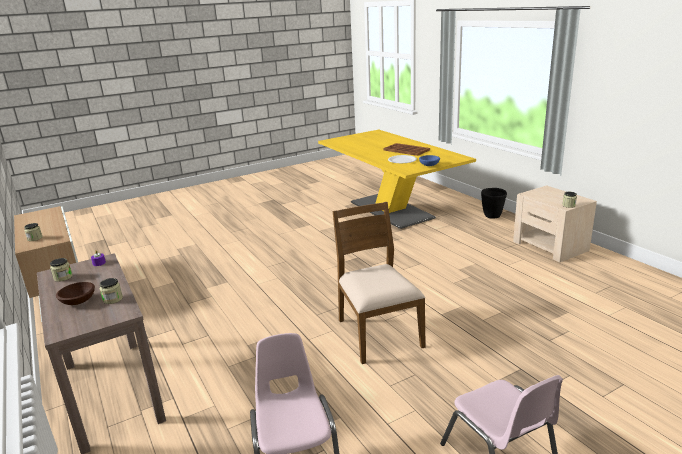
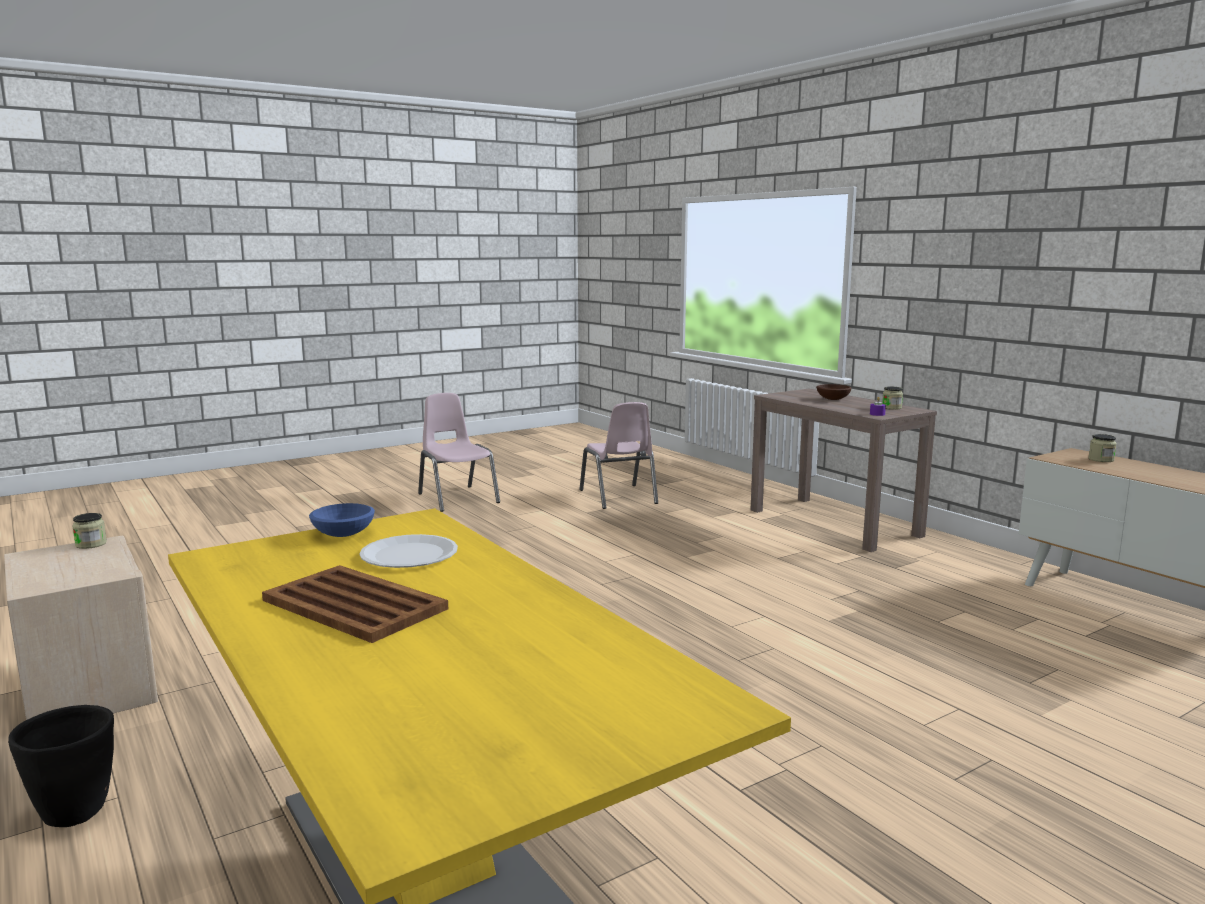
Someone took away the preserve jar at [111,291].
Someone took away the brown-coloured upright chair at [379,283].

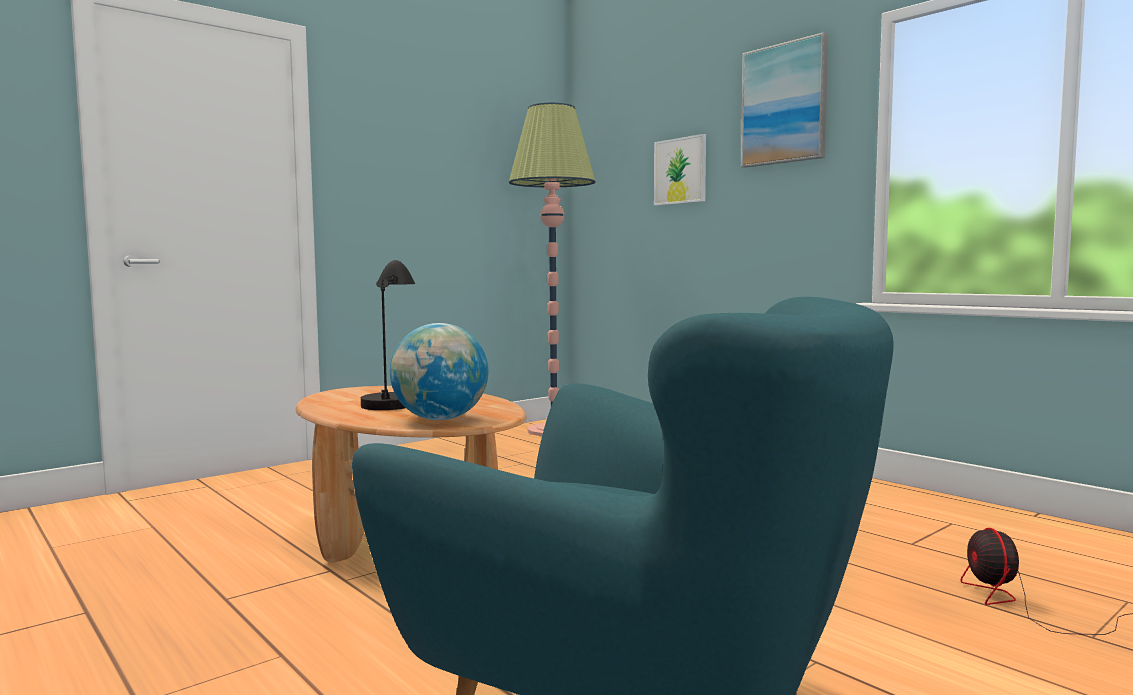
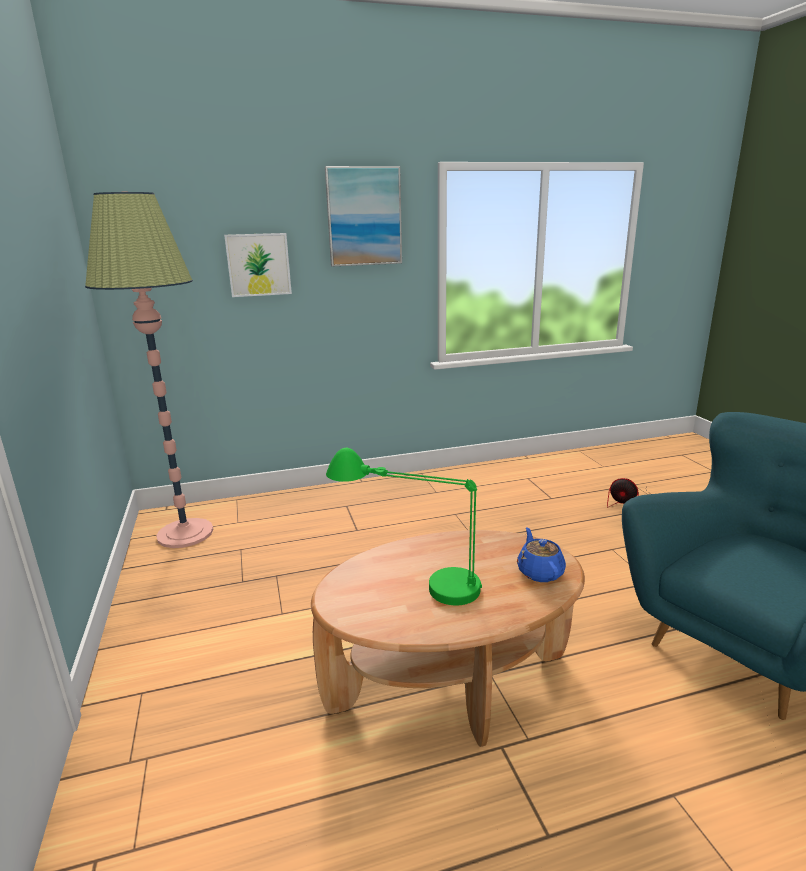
Someone swapped the globe at [439,371] for the blue-coloured tea pot at [541,555].
Someone repainted the black lamp for a table at [388,335], which became the green-coloured lamp for a table at [404,526].

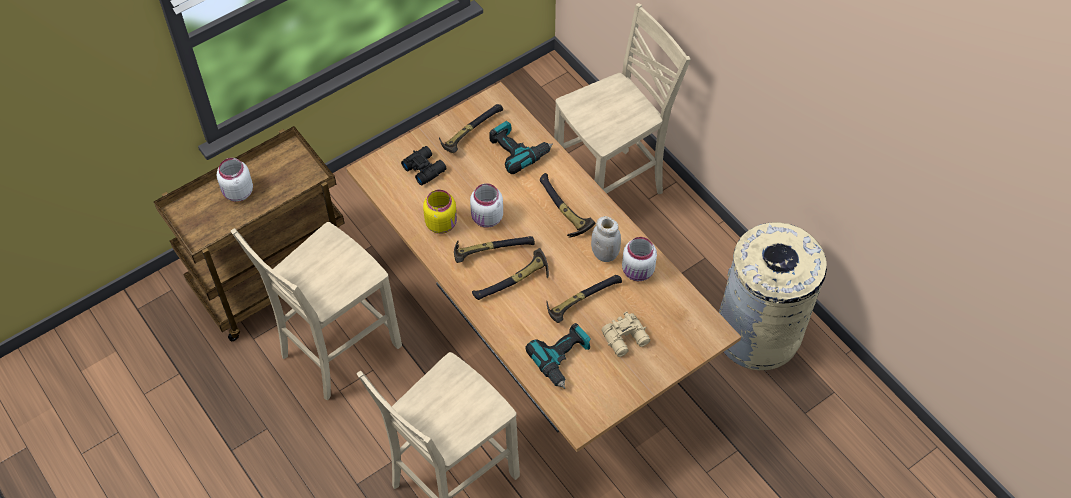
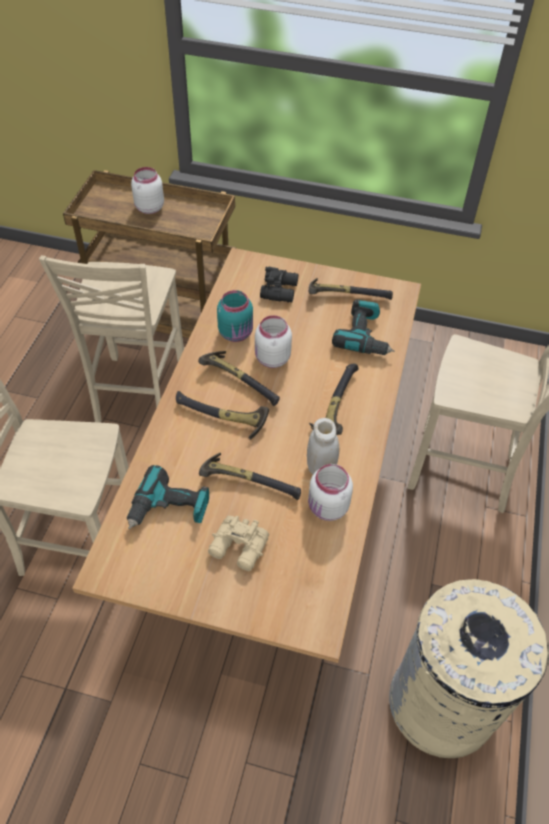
Someone repainted the yellowish preserve jar at [440,212], which became the blue-green preserve jar at [235,316].
Someone rotated the beige-coloured upright chair at [316,311] by 90 degrees counterclockwise.

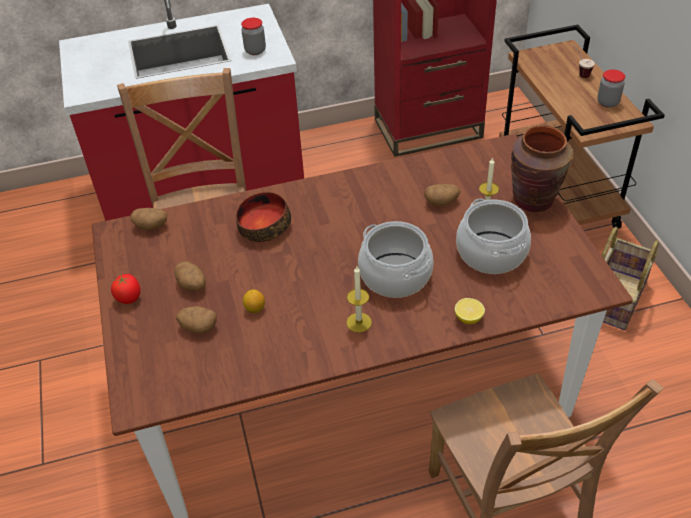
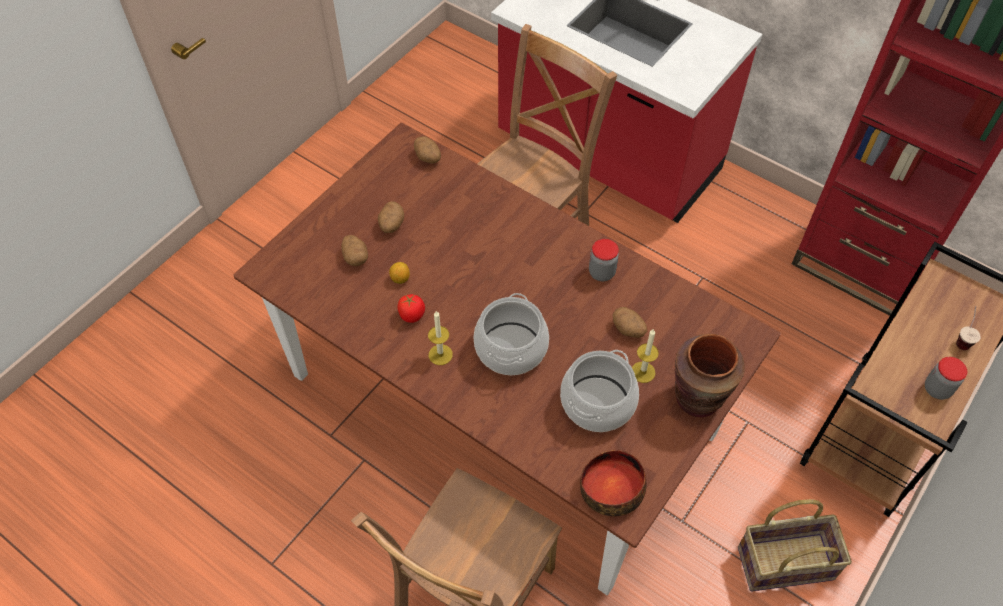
Someone took away the citrus fruit at [470,311].
Someone carried the fresh tomato from [125,289] to [411,308].
Someone carried the bowl from [263,217] to [613,483].
Someone carried the preserve jar from [253,36] to [604,260].

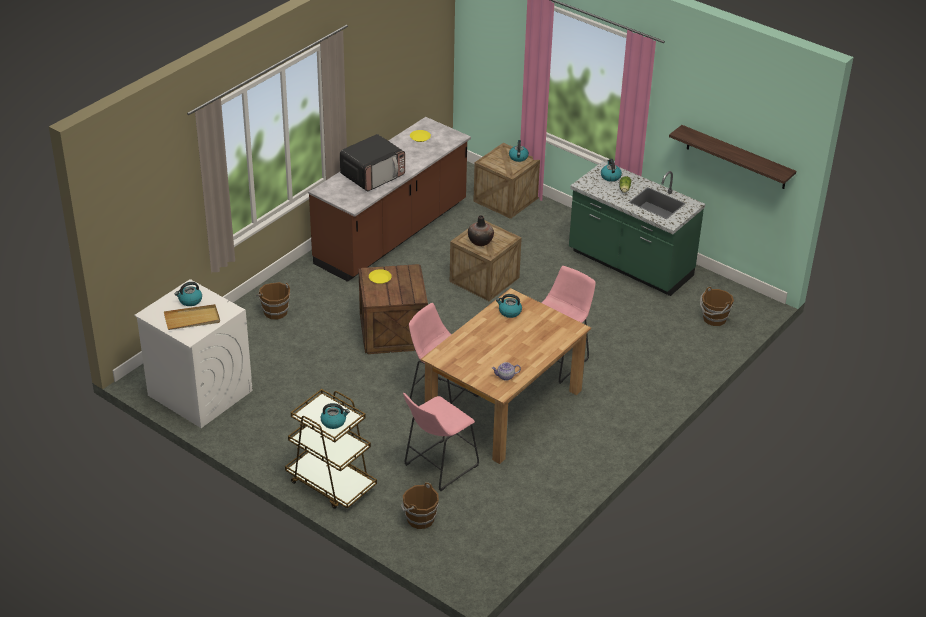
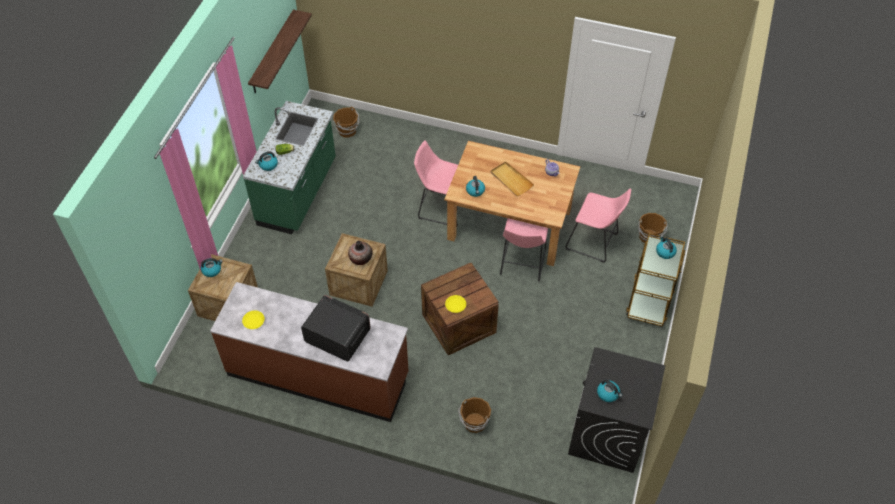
Someone carried the beige-coloured tray from [192,317] to [512,178].
Someone repainted the white laundry appliance at [193,353], which became the black laundry appliance at [616,410].

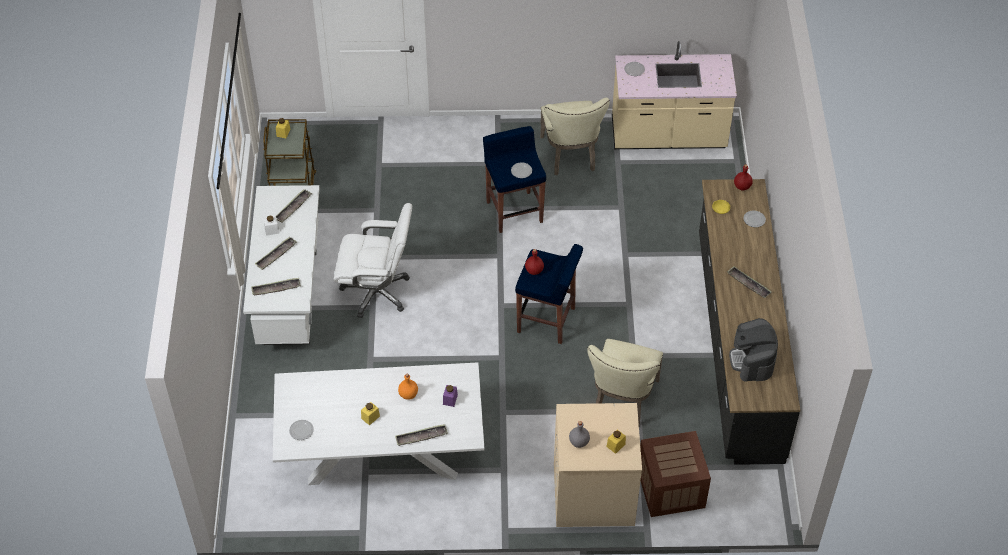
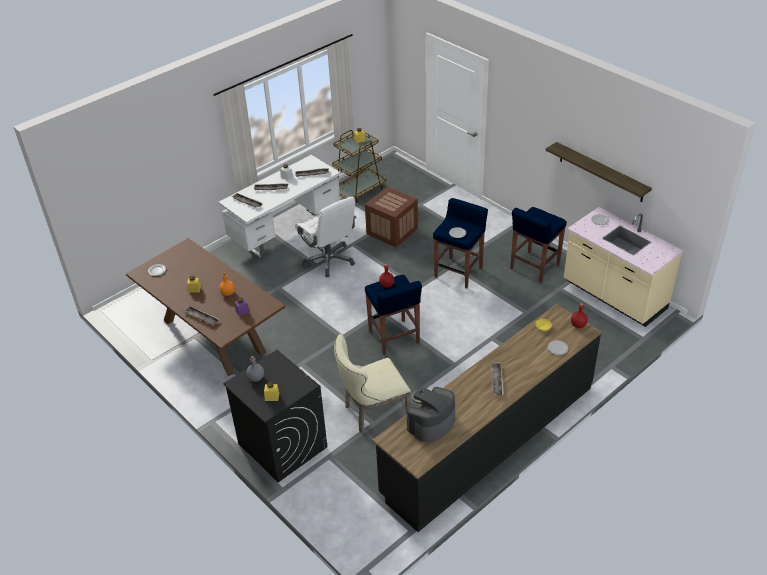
Someone put up the bracket shelf at [599,172].
Someone carried the packing crate from [675,474] to [391,217].
Someone swapped the beige-coloured upright chair at [575,136] for the blue-coloured stool seat at [538,245].
Someone repainted the white dining table at [379,423], which became the brown-coloured dining table at [205,307].
Someone repainted the beige-coloured laundry appliance at [598,465], which became the black laundry appliance at [275,416].

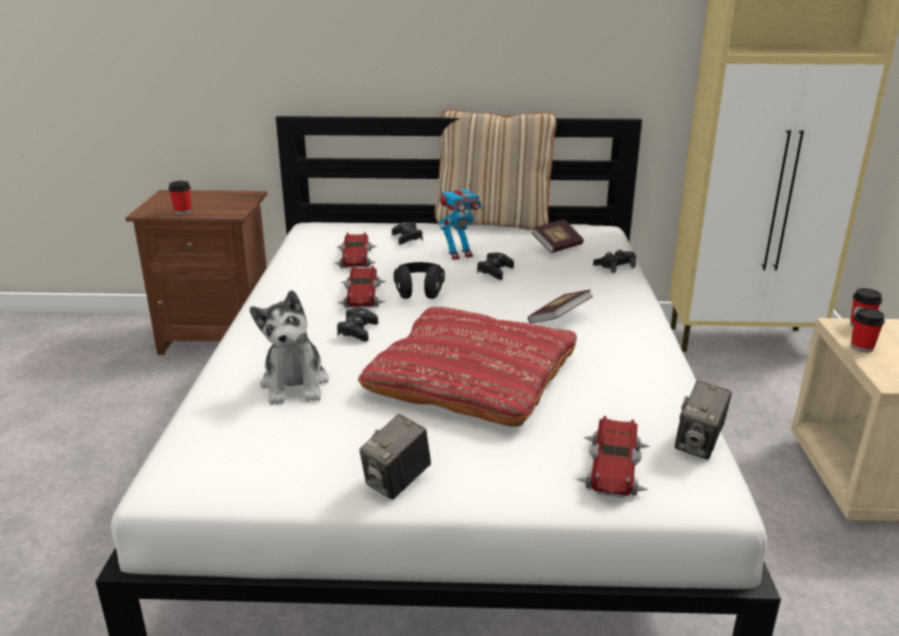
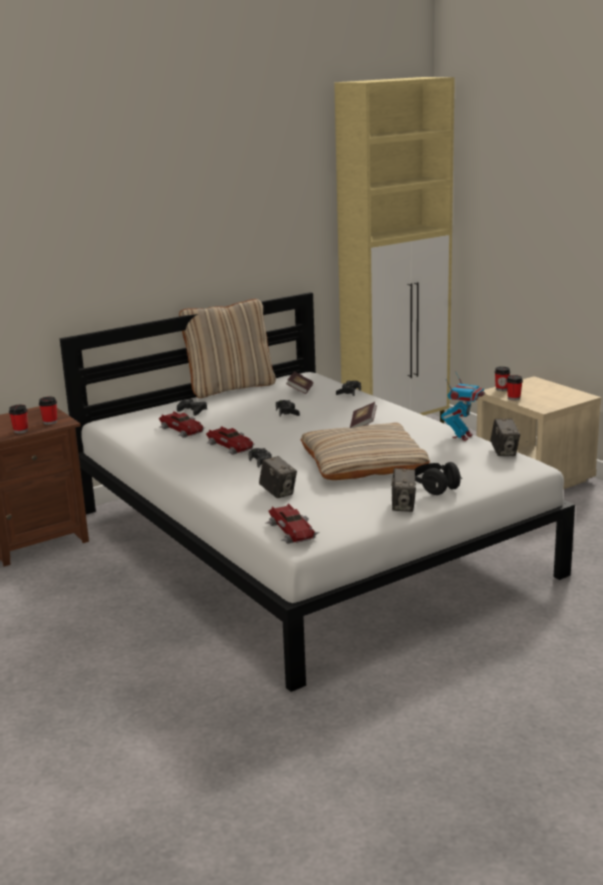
Someone put down the drinking cup at [48,411].
Someone carried the black pair of headphones from [419,280] to [438,478].
Someone carried the robot figure from [460,217] to [463,406].
Someone carried the toy car from [613,457] to [293,524].
Someone swapped the plush toy at [289,347] for the photo camera at [278,477].
Someone repainted the red pillow at [467,367], which became the beige-coloured pillow at [365,451].

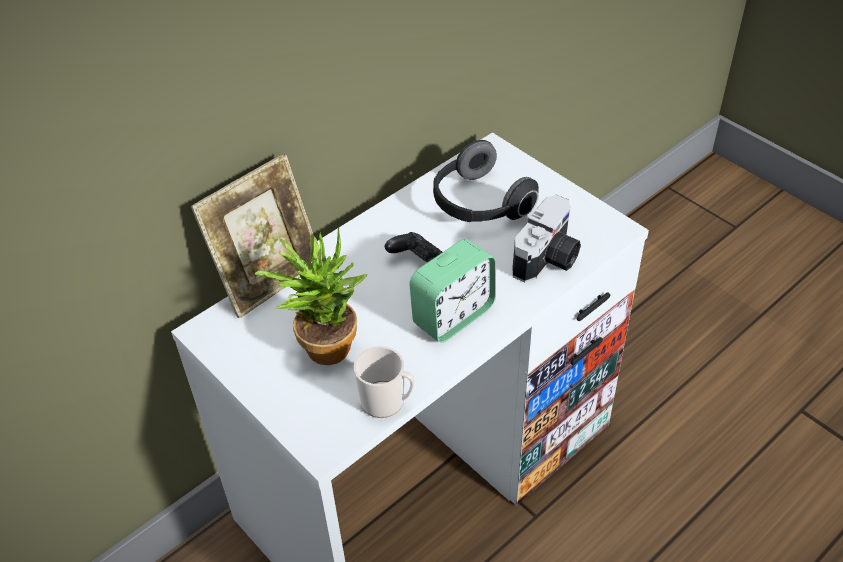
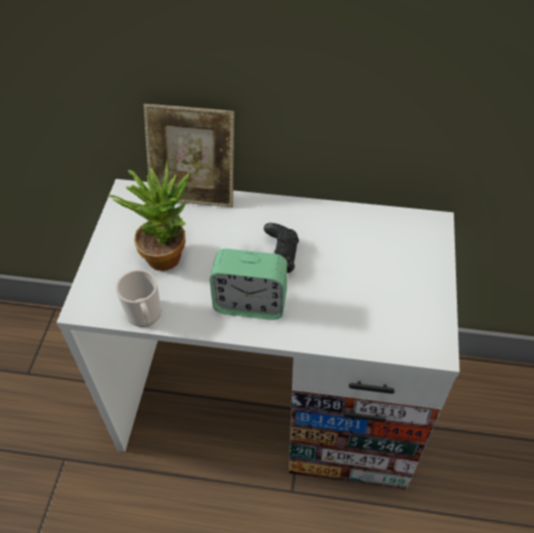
Someone took away the pair of headphones at [486,181].
Someone took away the photo camera at [546,238].

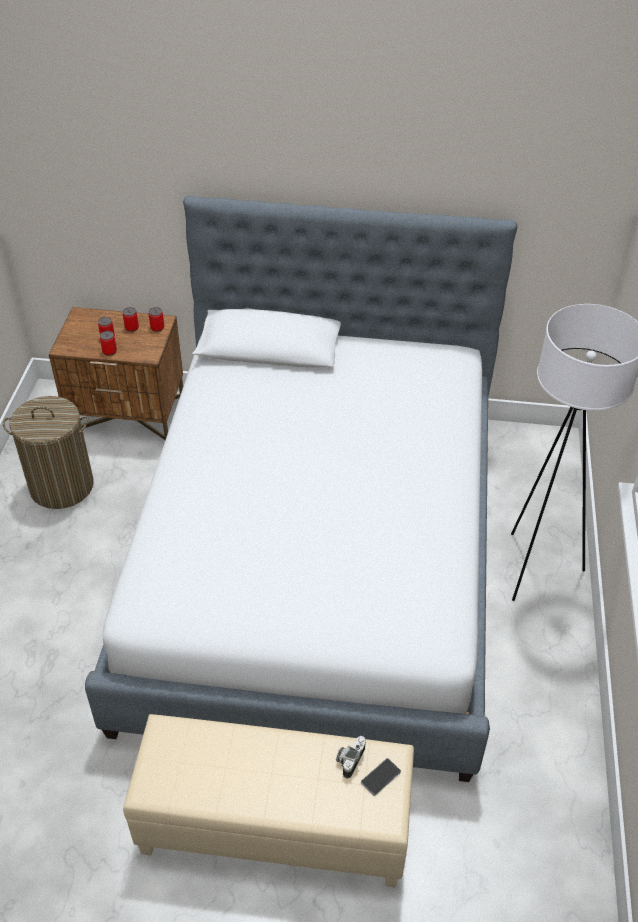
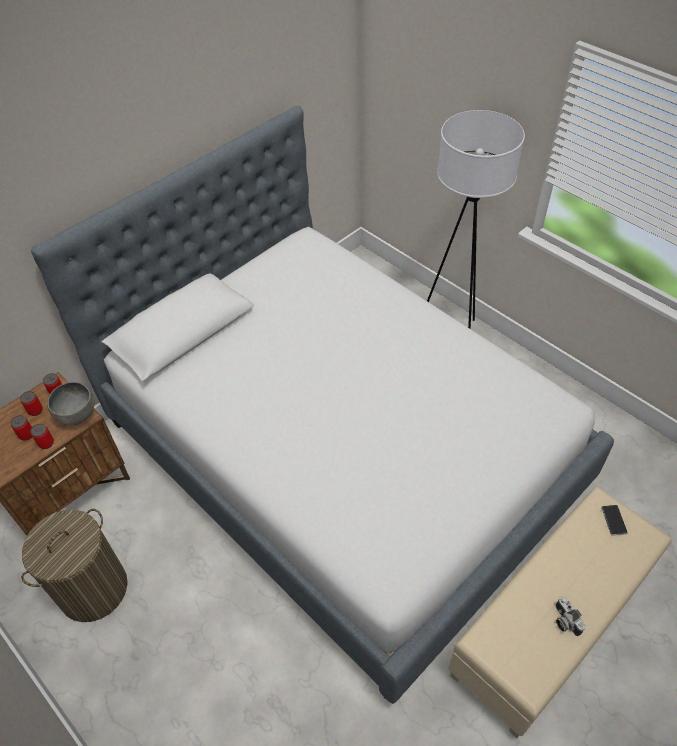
Someone put down the greyish bowl at [71,403].
Someone carried the photo camera from [351,757] to [571,616].

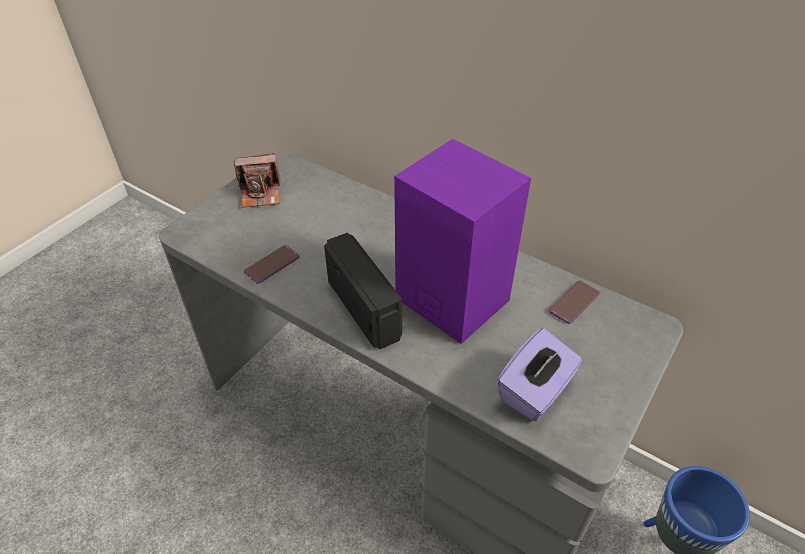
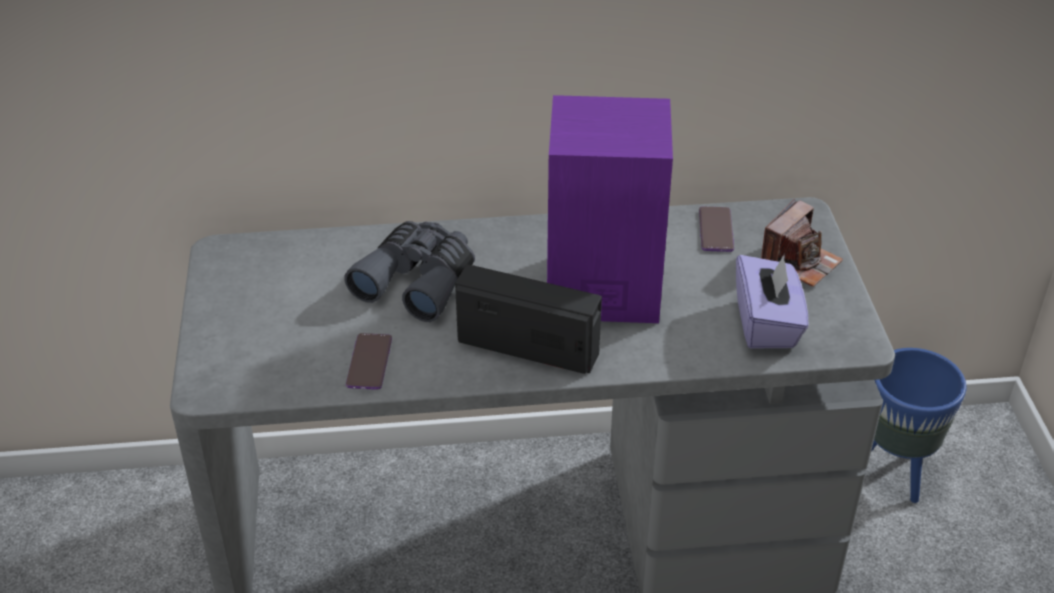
Someone put down the greyish field glasses at [409,271].
Someone carried the photo camera from [257,180] to [802,243].

